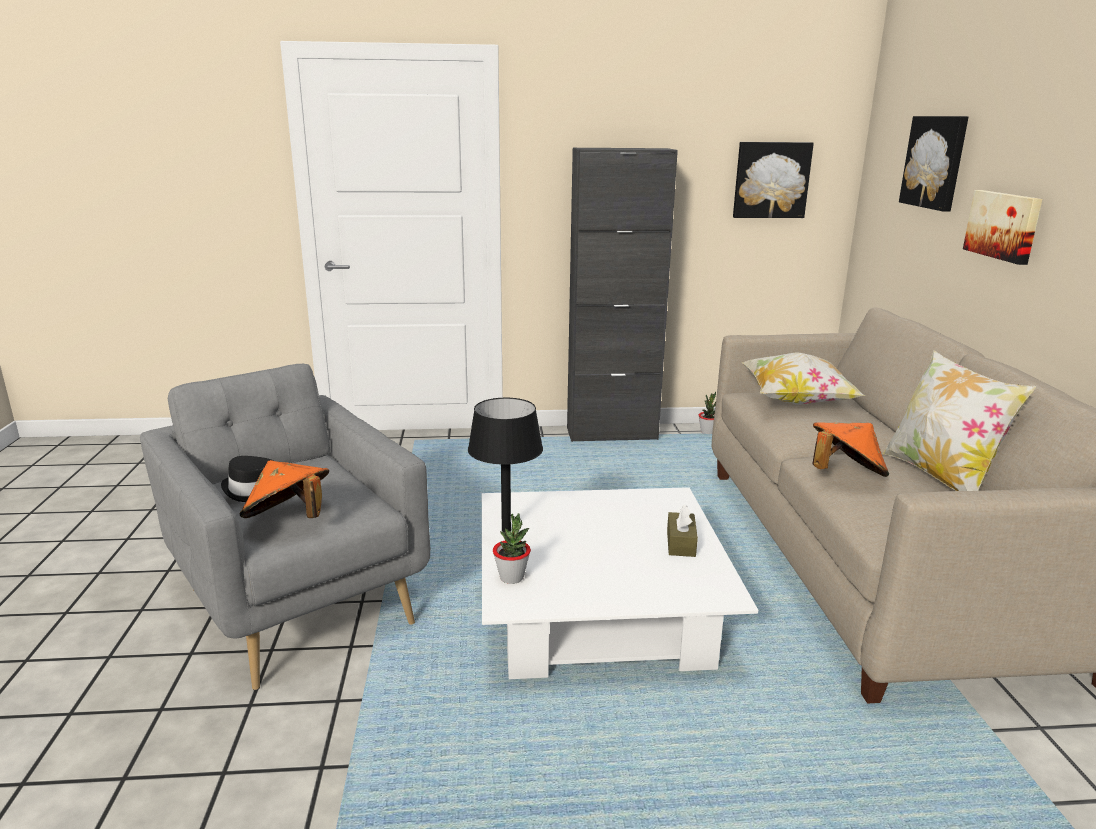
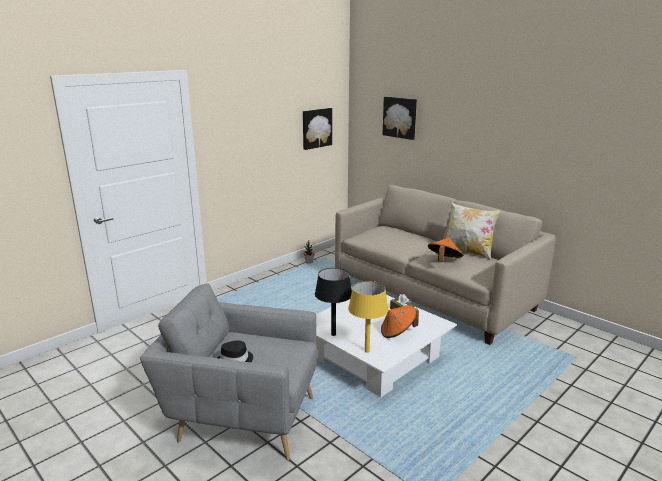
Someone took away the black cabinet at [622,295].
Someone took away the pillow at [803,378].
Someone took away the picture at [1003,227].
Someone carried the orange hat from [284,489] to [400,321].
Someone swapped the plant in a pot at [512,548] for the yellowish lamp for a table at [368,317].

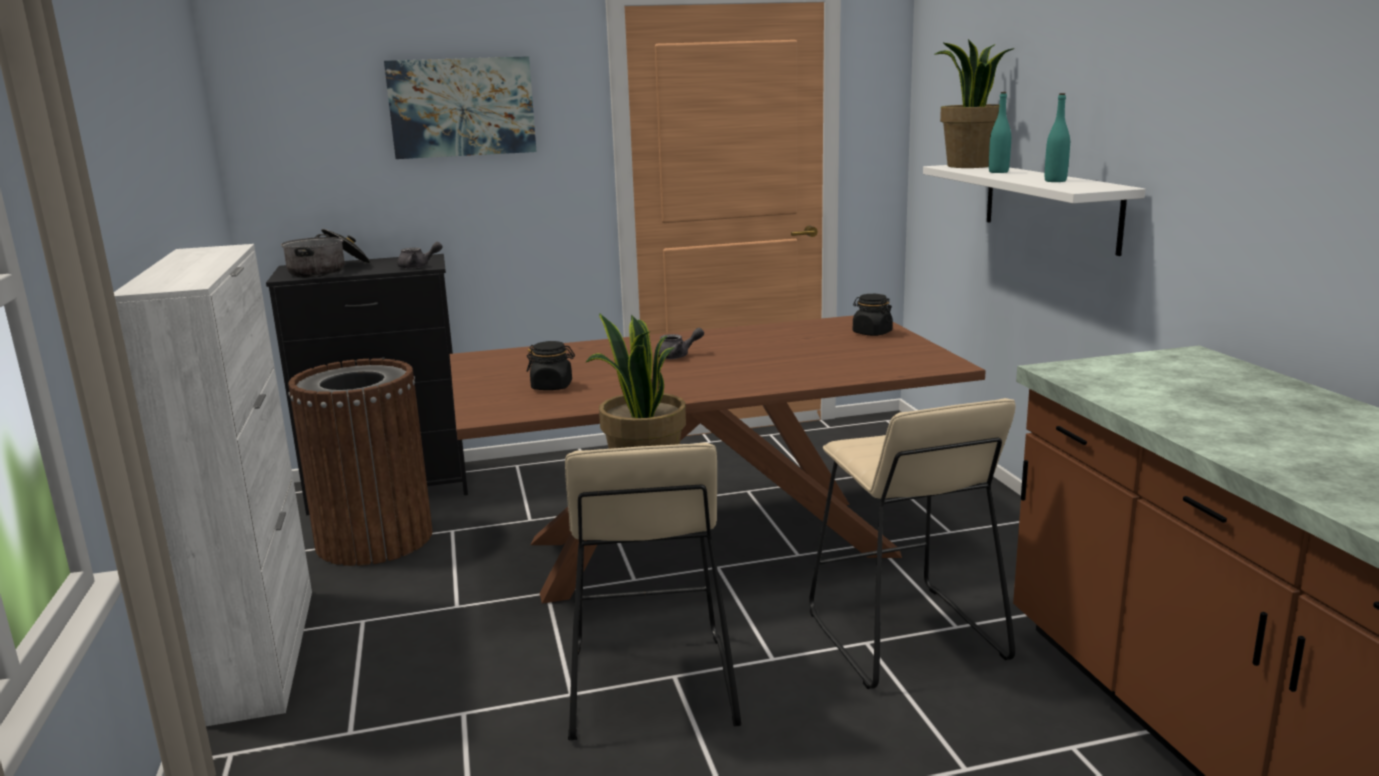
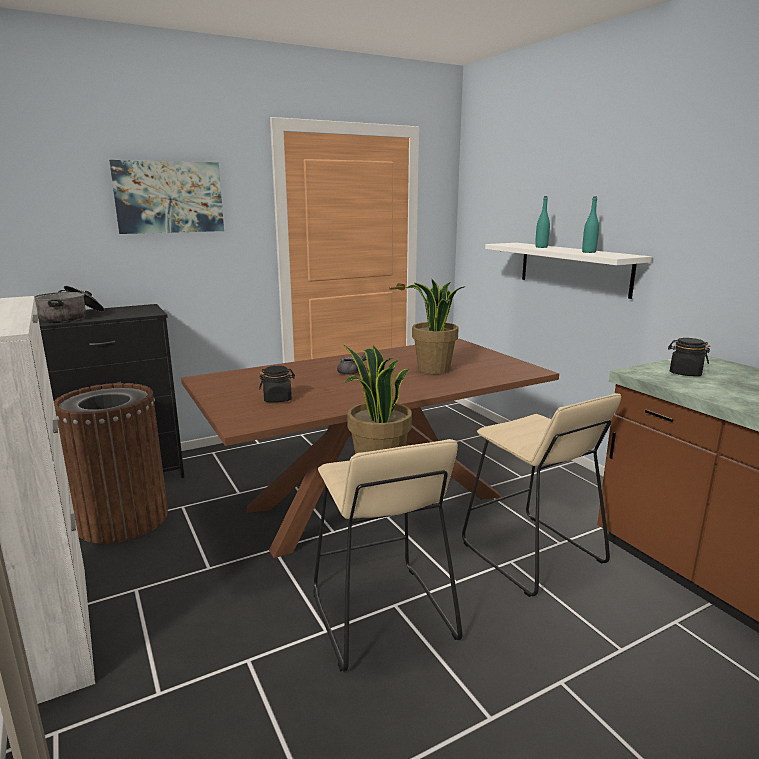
Someone took away the greyish tea pot at [419,255].
Someone carried the black preserve jar from [873,315] to [689,357].
Someone carried the plant in a pot from [975,103] to [436,326].

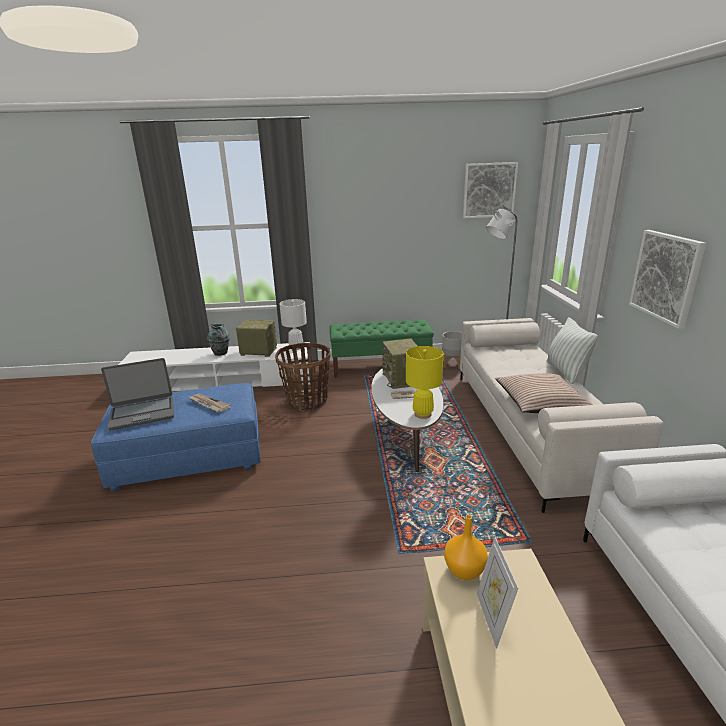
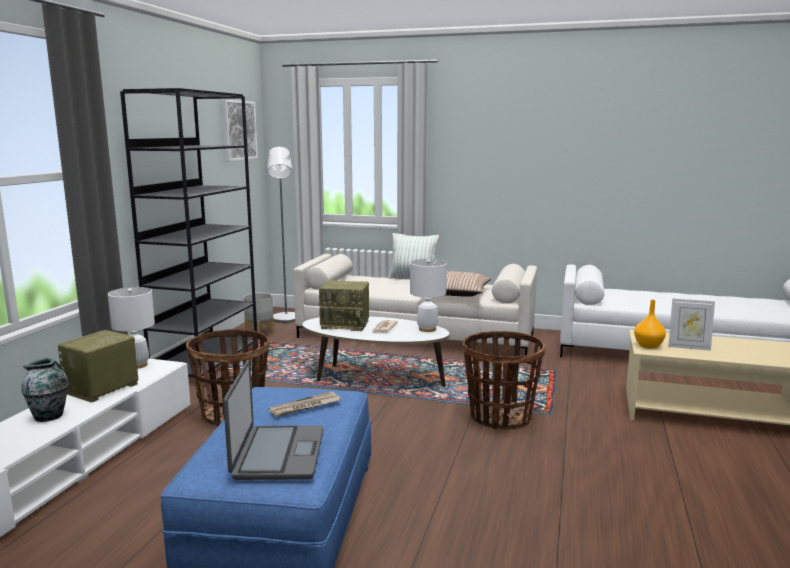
Someone took away the picture at [667,279].
Someone put down the storage basket at [503,380].
Someone swapped the green-coloured indoor bench at [382,349] for the black bookshelf at [189,232].
Someone repainted the yellowish lamp for a table at [424,382], which became the white lamp for a table at [428,295].

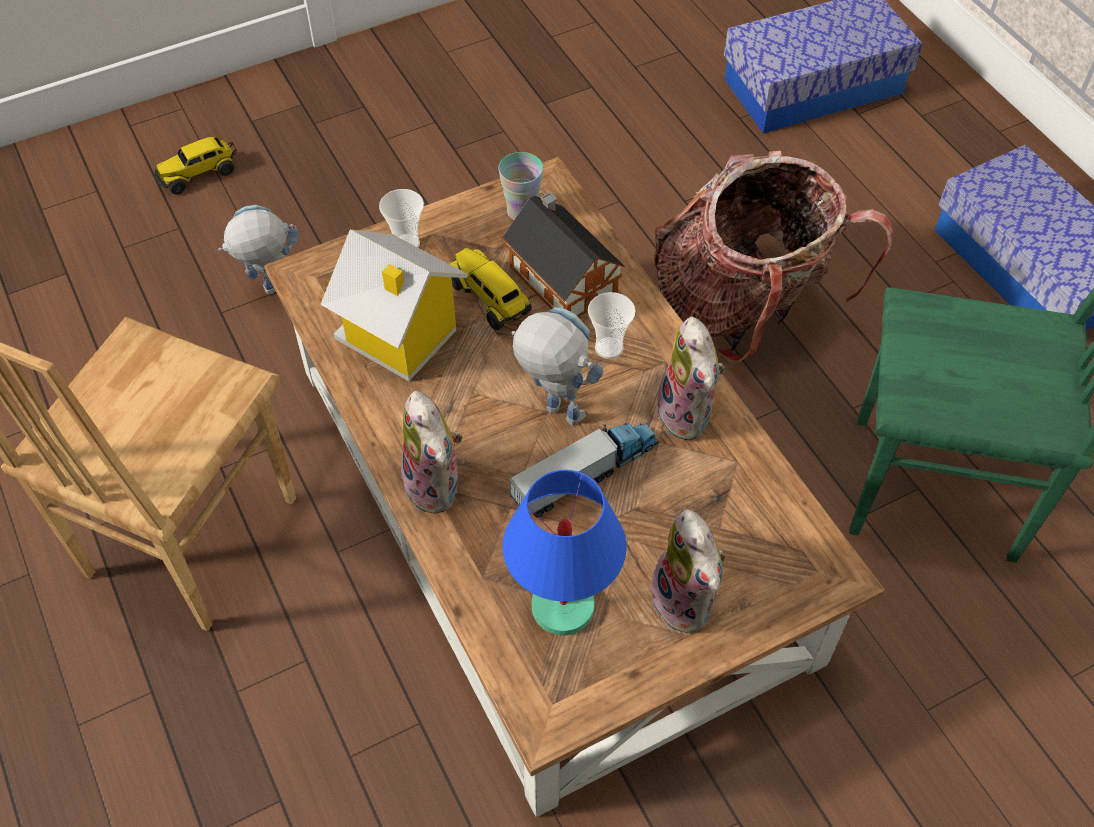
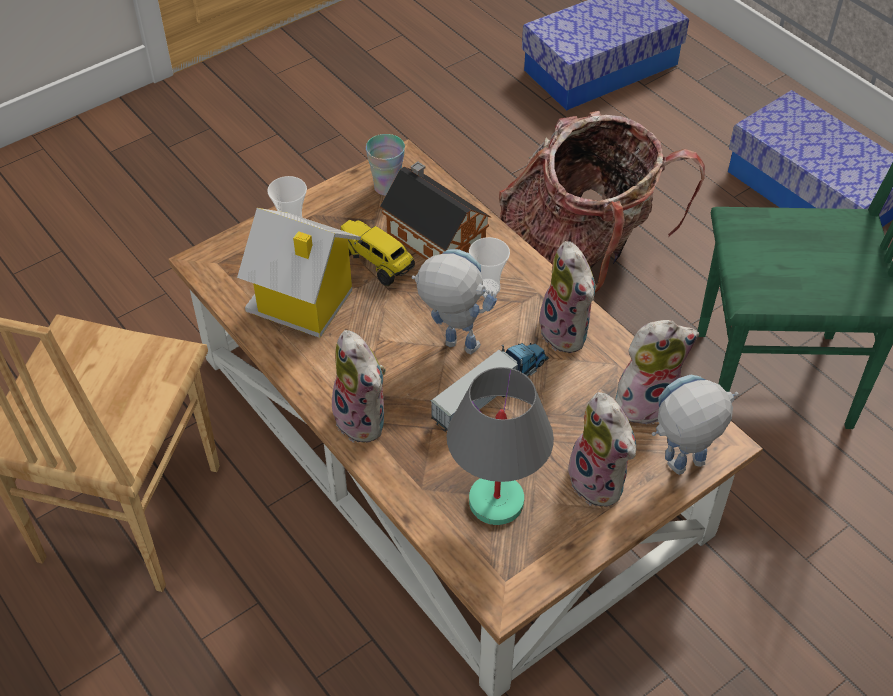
Someone took away the model truck at [196,165].
Someone put down the plush toy at [657,372].
Someone carried the robot figure from [258,250] to [695,425].
Someone repainted the blue-coloured lamp for a table at [564,552], which became the greyish lamp for a table at [500,446].

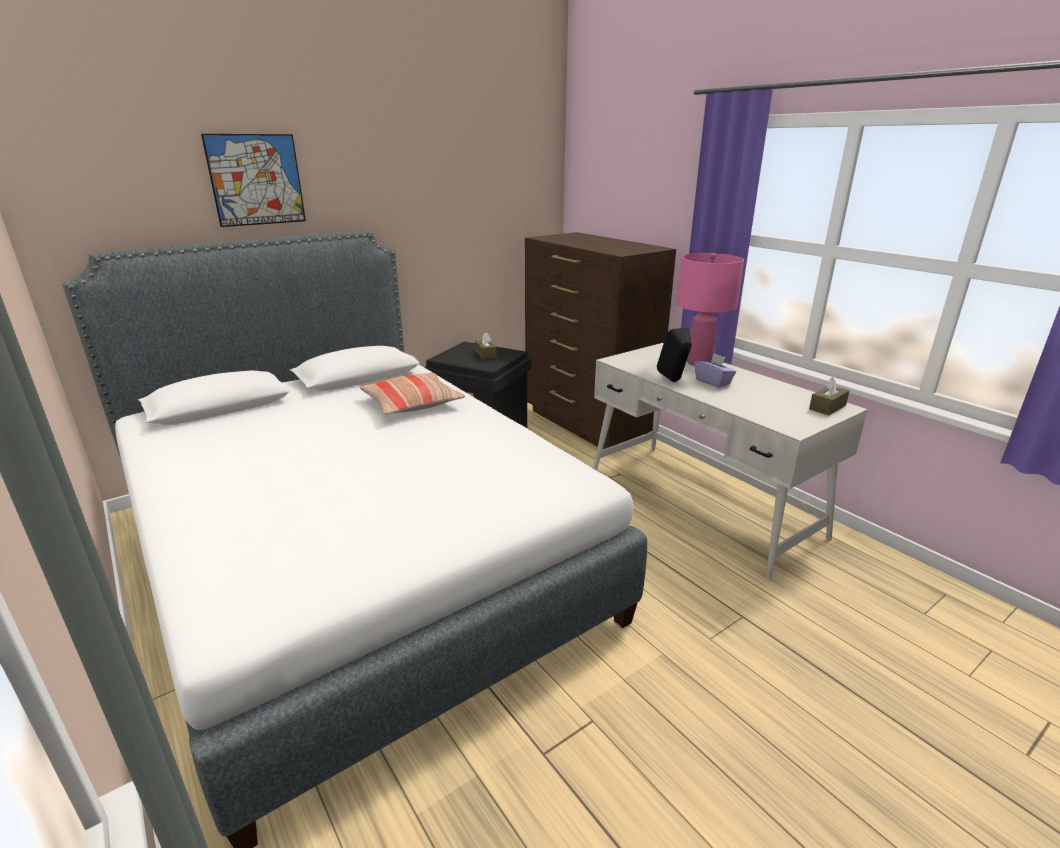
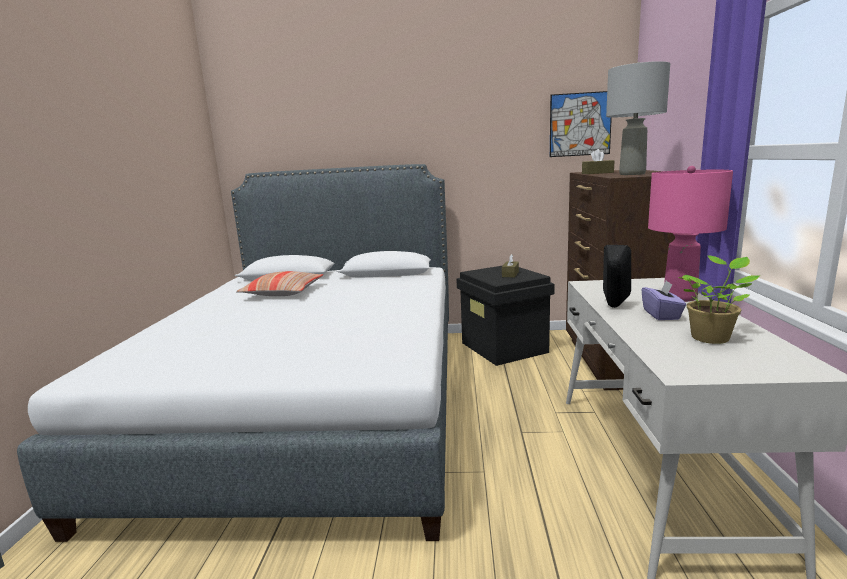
Someone put down the greyish lamp for a table at [638,118].
Someone put down the plant in a pot at [718,299].
Someone carried the picture from [253,180] to [581,124].
Someone carried the pillow from [412,393] to [279,283].
Someone carried the brown-coloured tissue holder from [829,396] to [598,161].

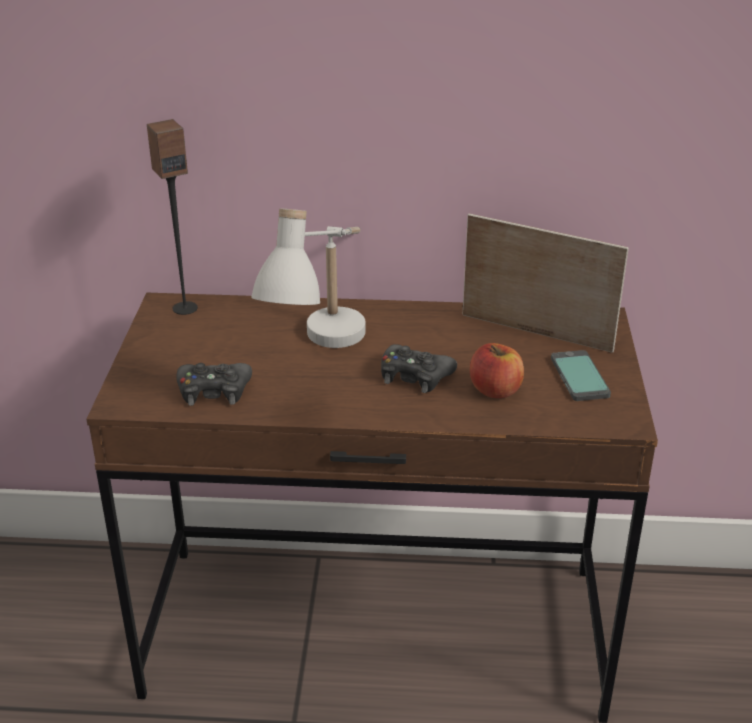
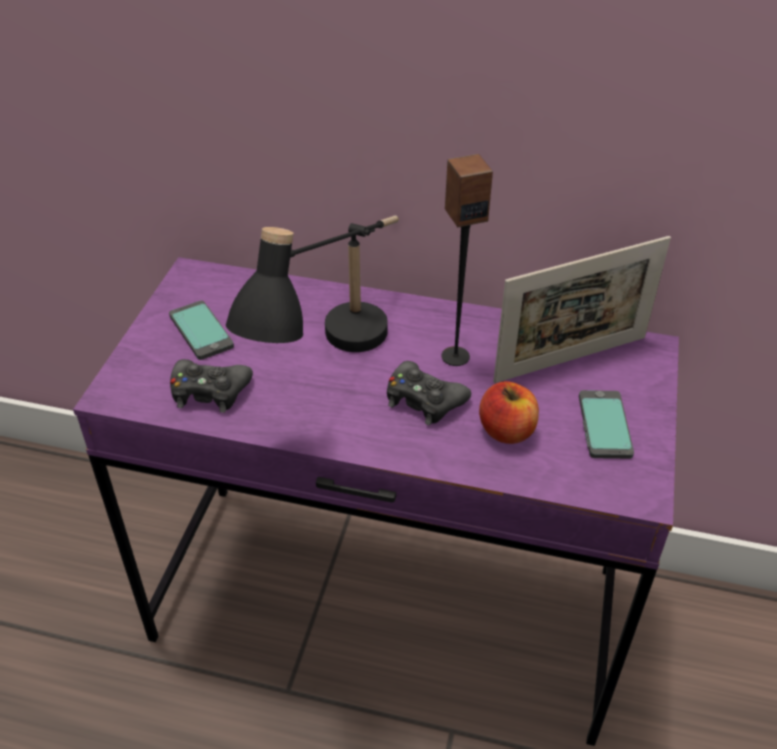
Someone put down the handset at [201,330].
Someone carried the loudspeaker from [172,217] to [467,260].
Someone repainted the brown-coloured desk unit at [372,508], which became the purple desk unit at [376,501].
Someone repainted the white lamp for a table at [308,278], which became the black lamp for a table at [312,284].
Someone rotated the picture frame at [545,283] by 120 degrees clockwise.

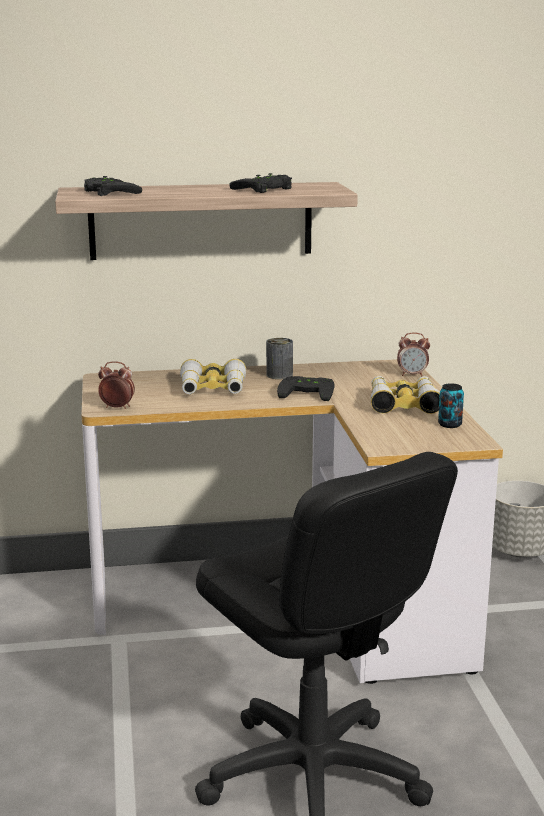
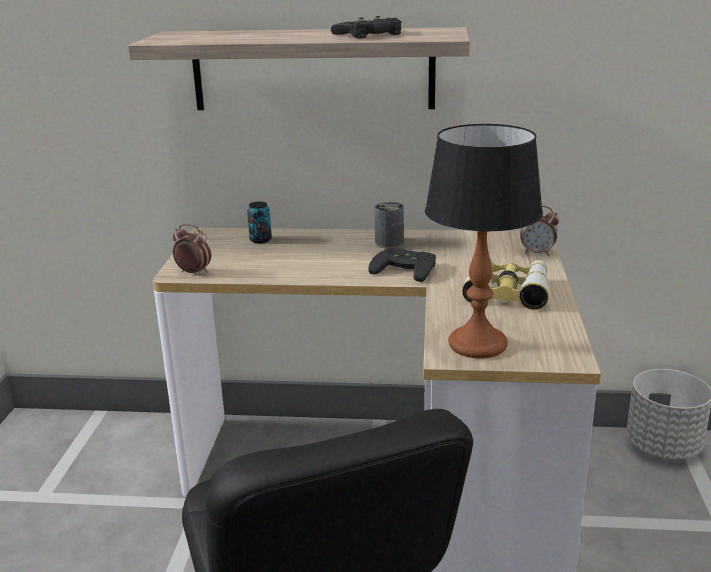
Someone took away the black joypad at [113,186].
Someone took away the field glasses at [213,376].
Someone put down the lamp for a table at [484,241].
Someone carried the metal can from [451,405] to [259,222].

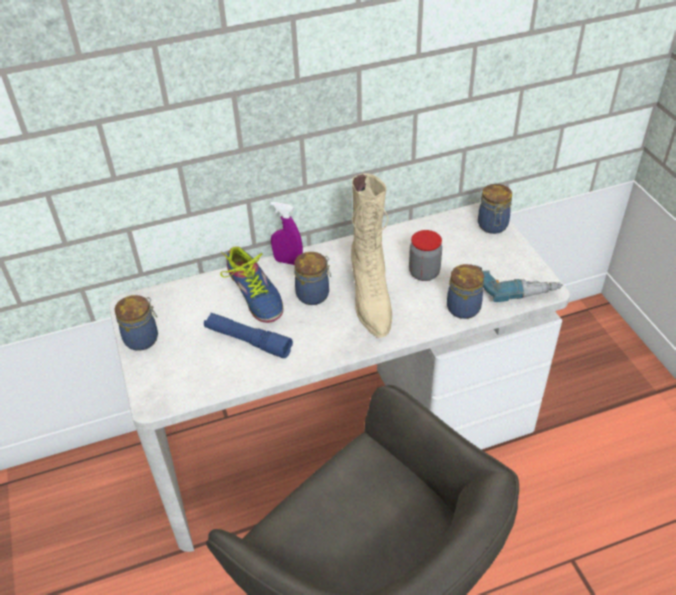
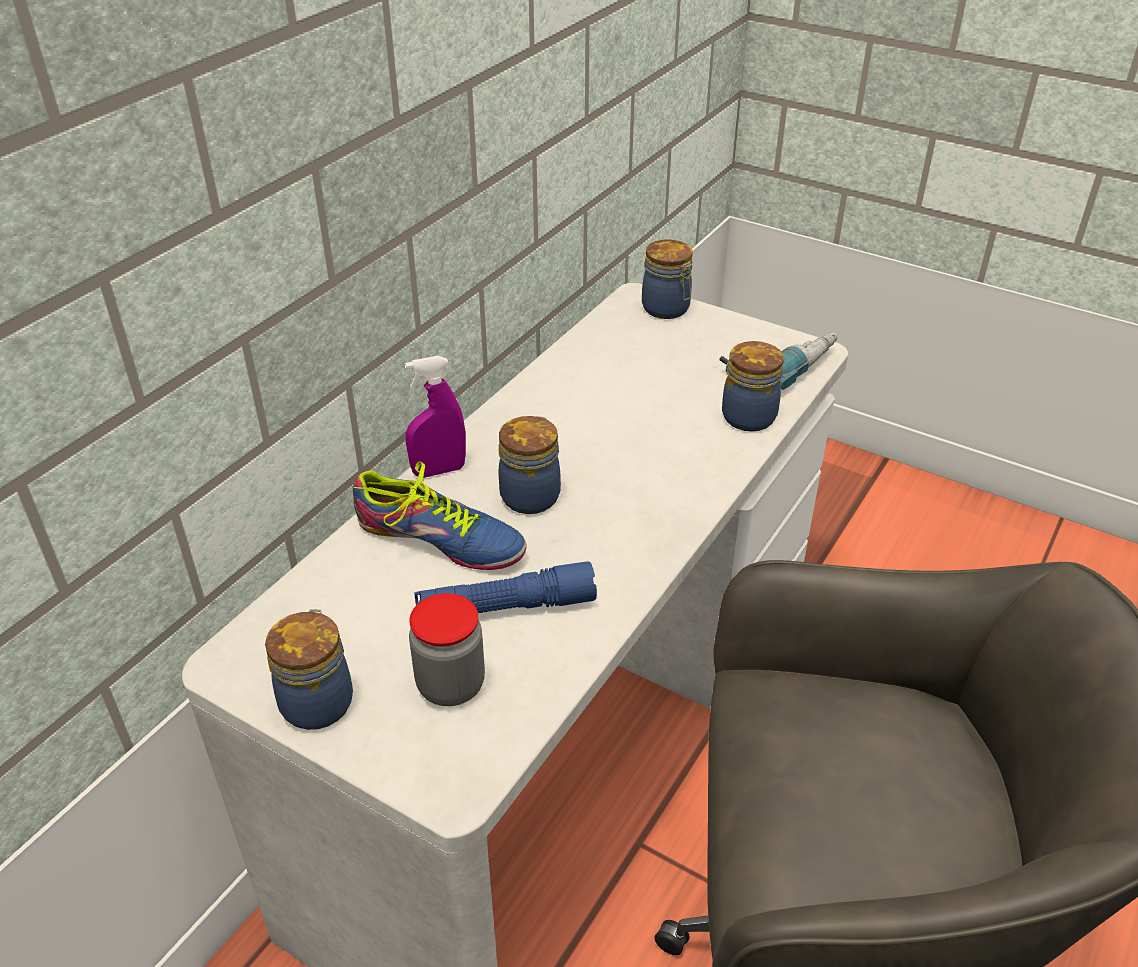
Someone took away the beige-coloured tall boot at [371,255].
Someone carried the preserve jar from [425,255] to [447,649].

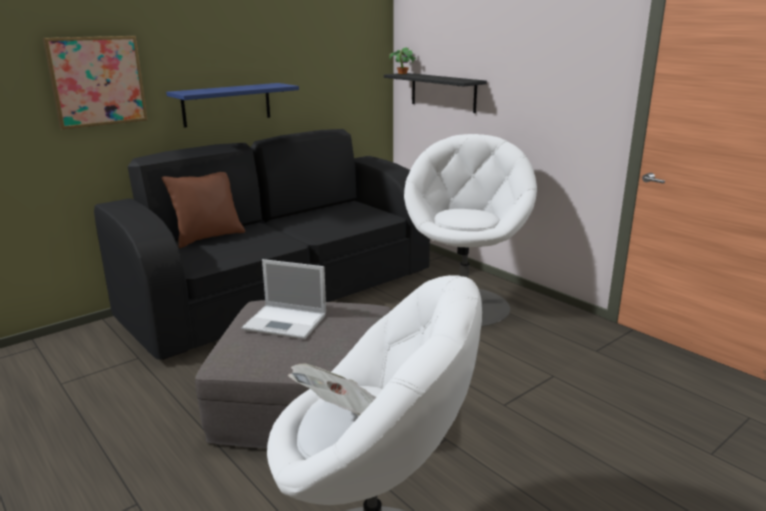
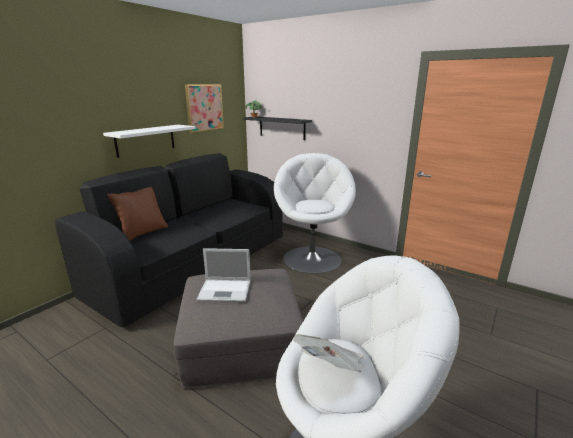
Someone carried the picture from [95,82] to [204,108].
Someone repainted the blue-coloured bracket shelf at [232,105], which became the white bracket shelf at [149,141].

